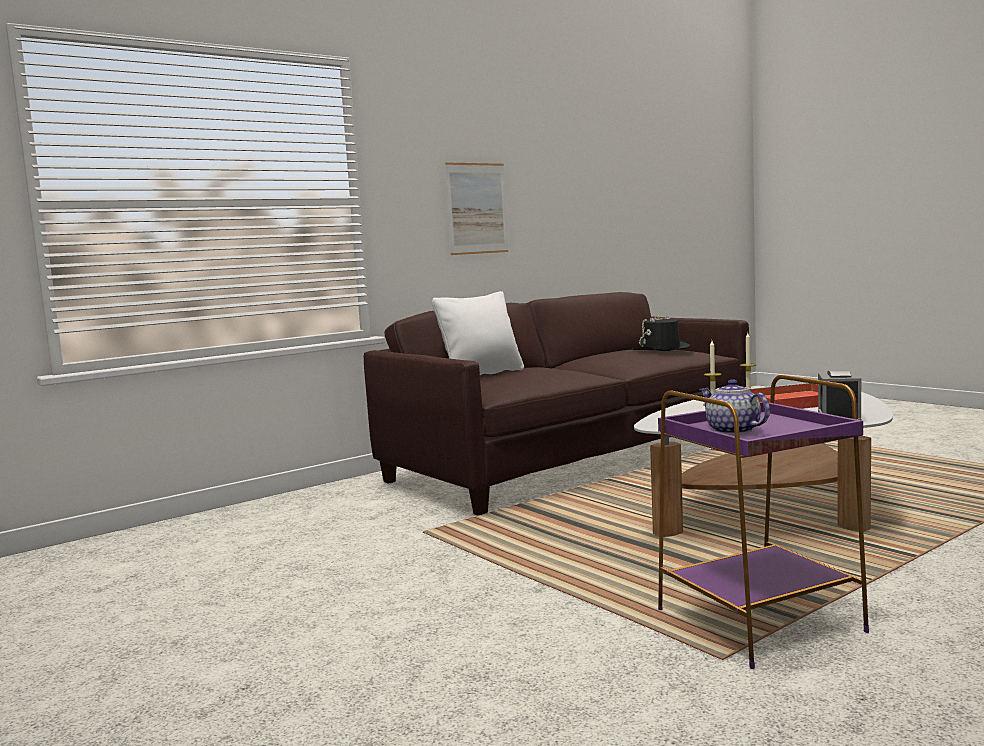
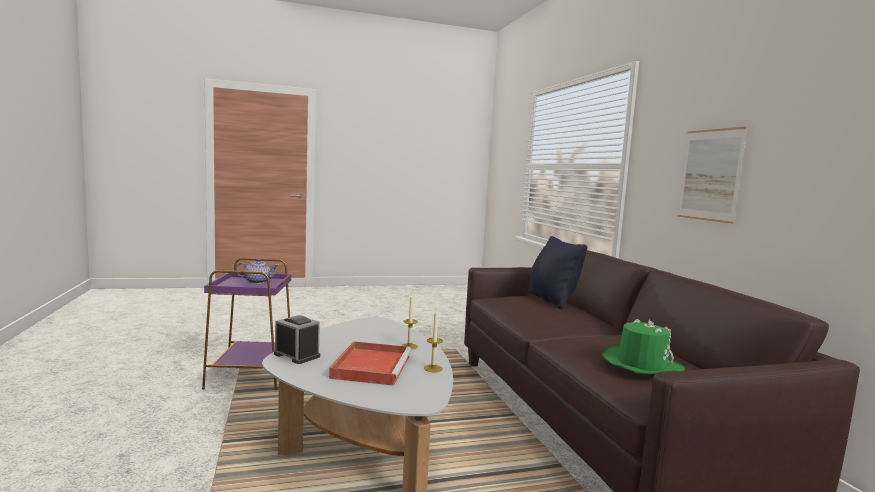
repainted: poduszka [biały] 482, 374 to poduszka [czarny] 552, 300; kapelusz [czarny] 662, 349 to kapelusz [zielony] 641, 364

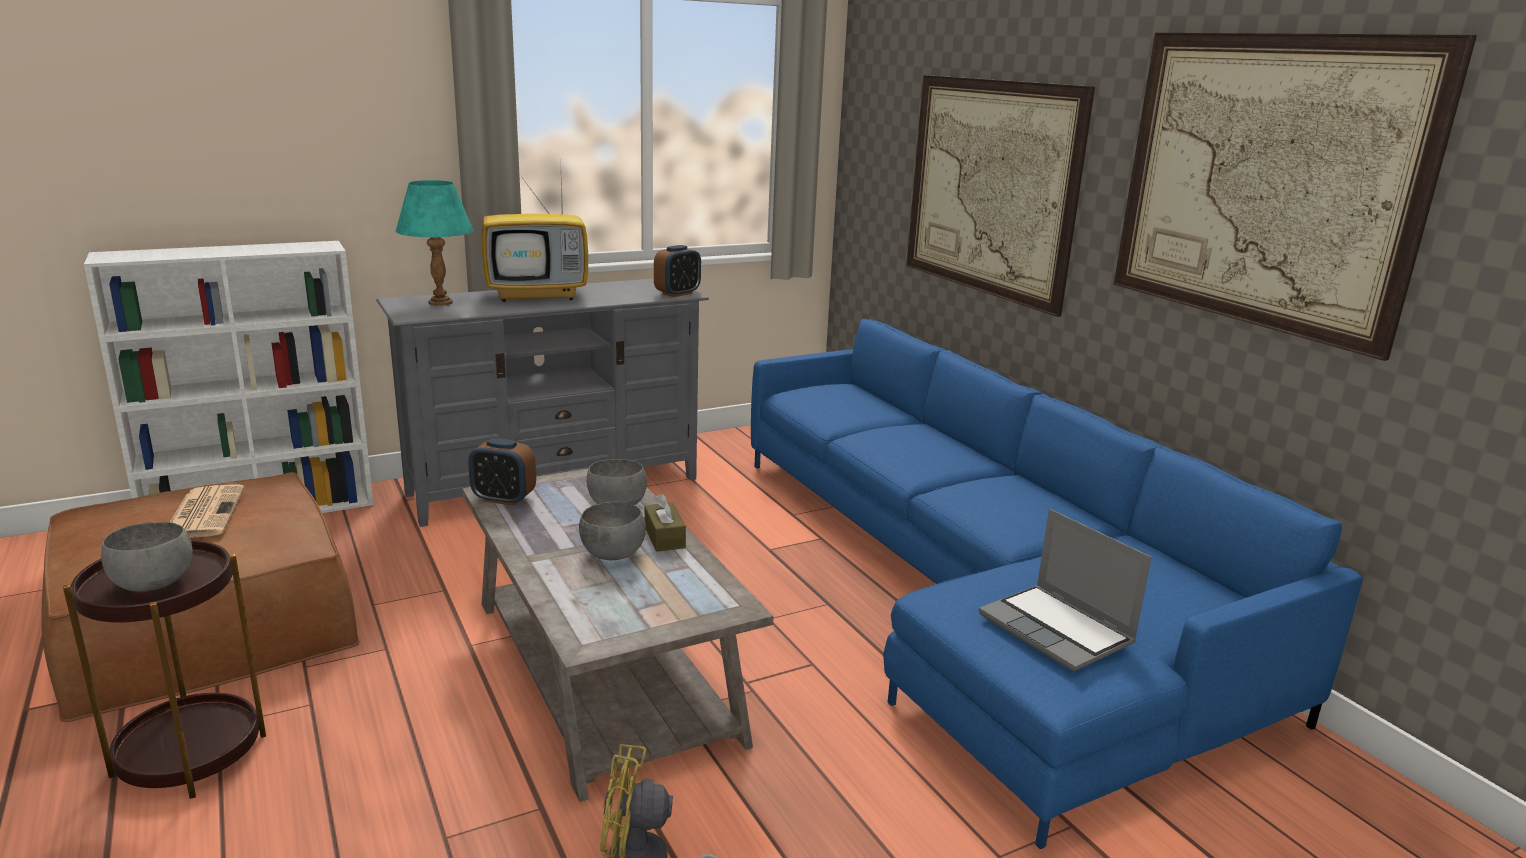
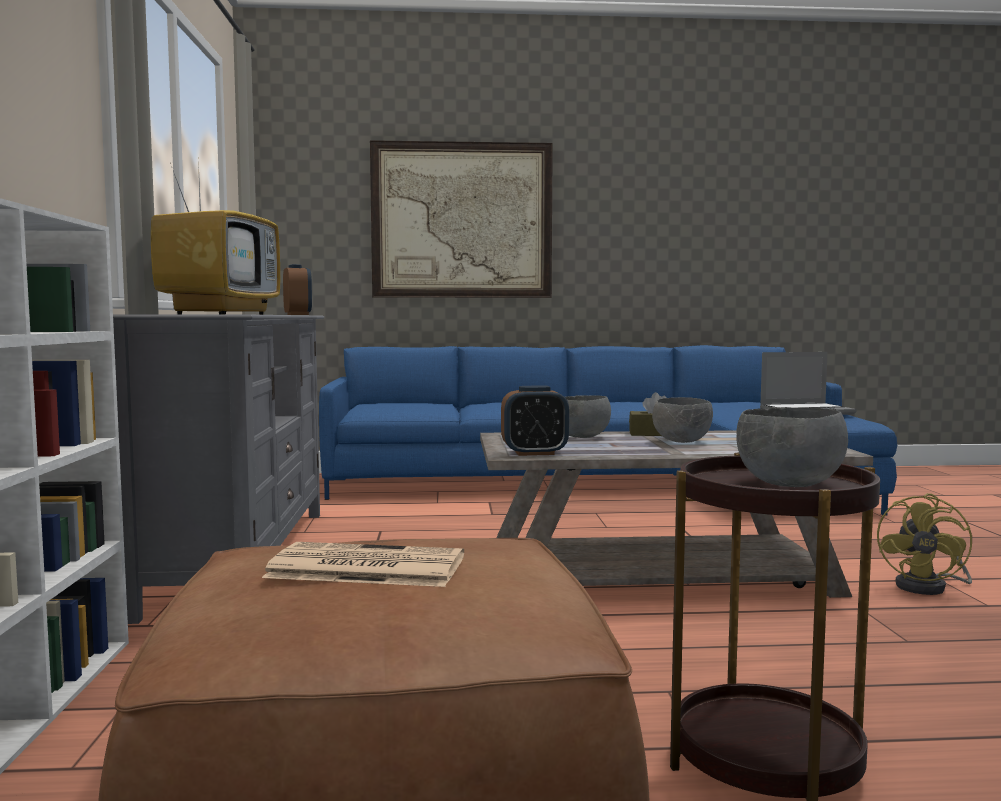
gone: obraz 1264, 182; lampa stołowa [turkusowy] 440, 302
rotated: budzik 503, 499 = 534, 453 45 degrees clockwise

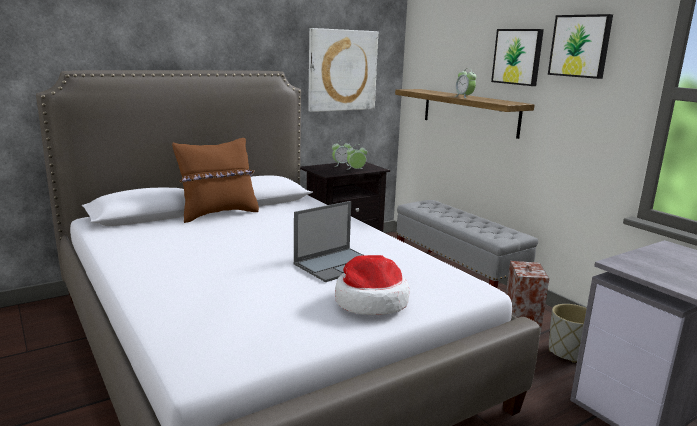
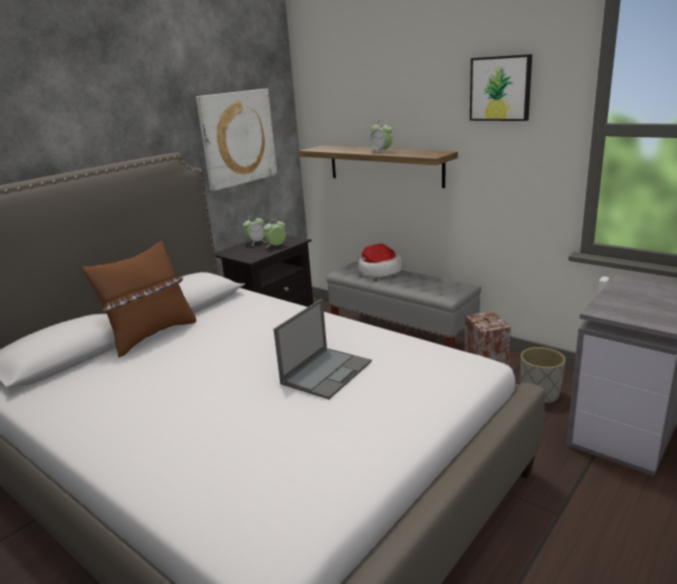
gone: obraz 518, 57
shifted: kapelusz 370, 301 to 379, 271

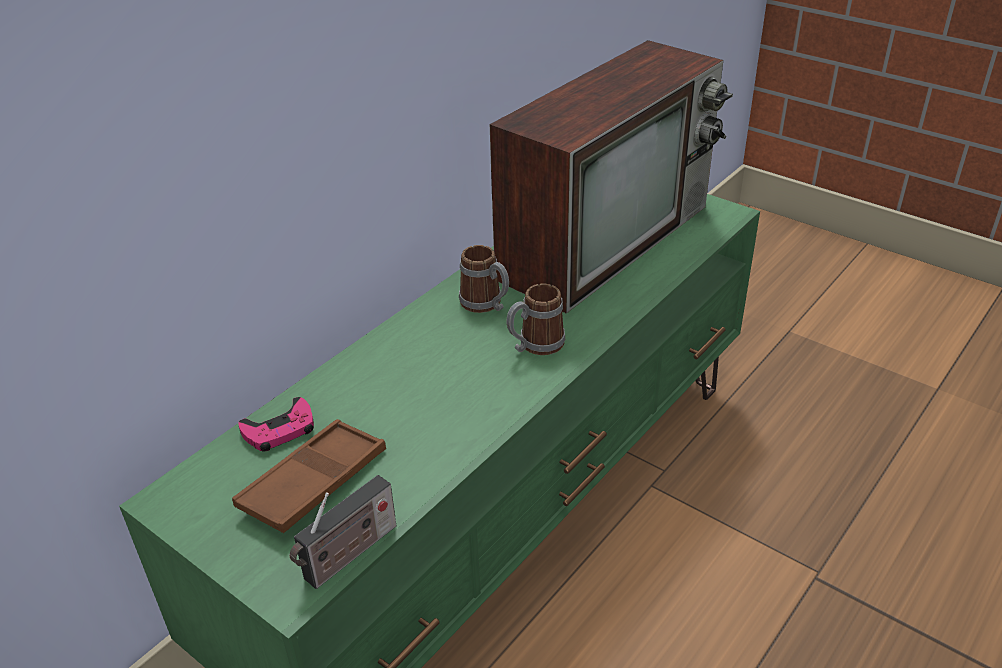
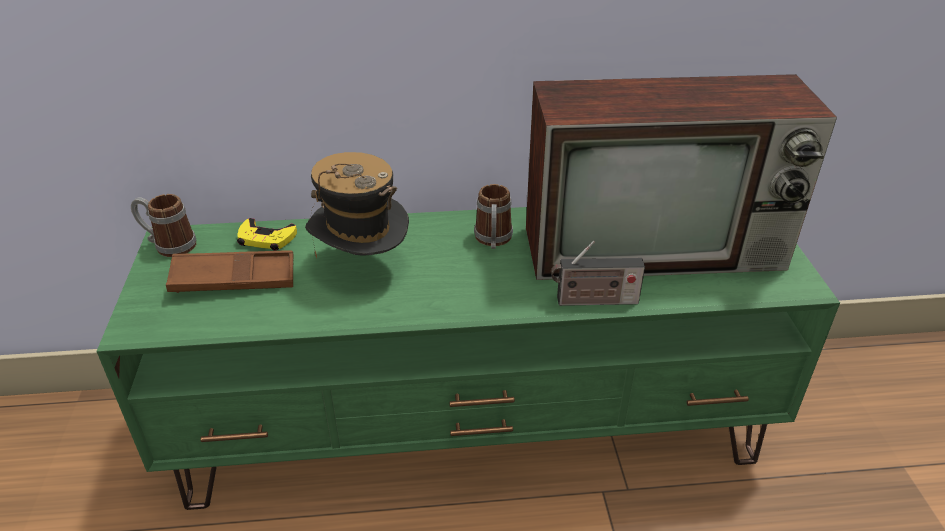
new: kapelusz 362, 267
shifted: kubek 535, 346 to 169, 245; radio 348, 556 to 593, 301
repainted: pad do gier [różowy] 280, 430 to pad do gier [żółty] 266, 239

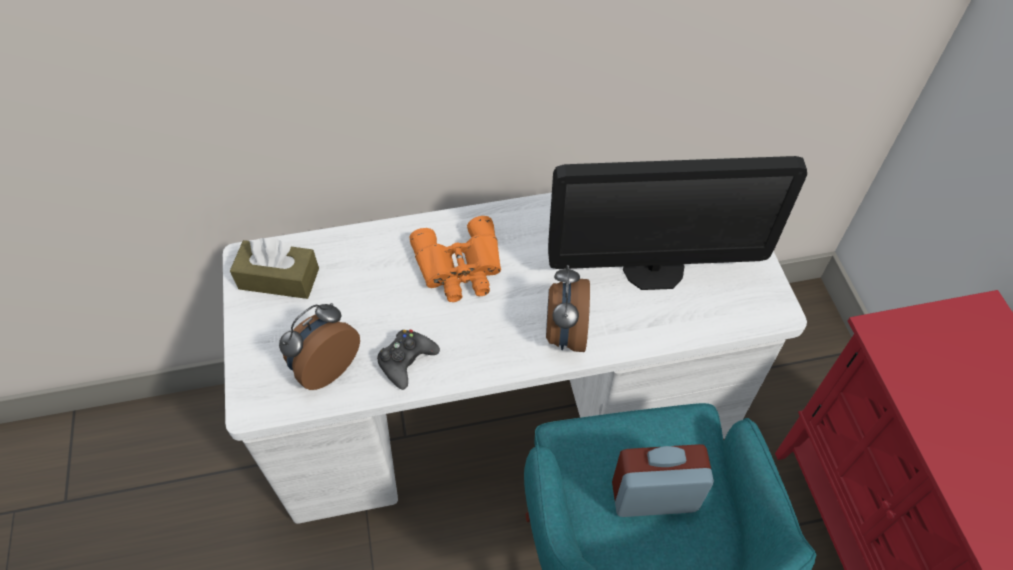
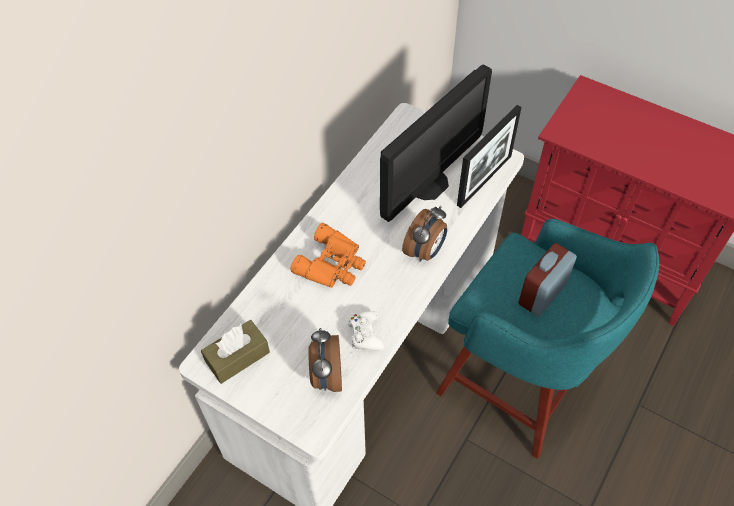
new: ramka na zdjęcie 484, 180
repainted: pad do gier [czarny] 406, 361 to pad do gier [biały] 365, 334
rotated: budzik 565, 333 = 425, 251 105 degrees counterclockwise

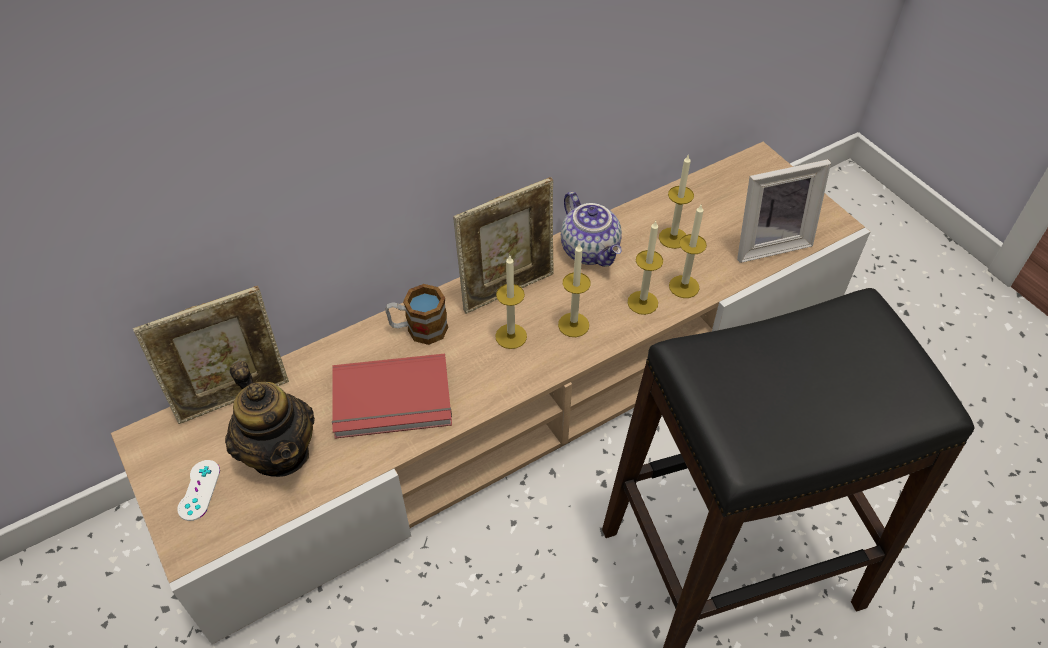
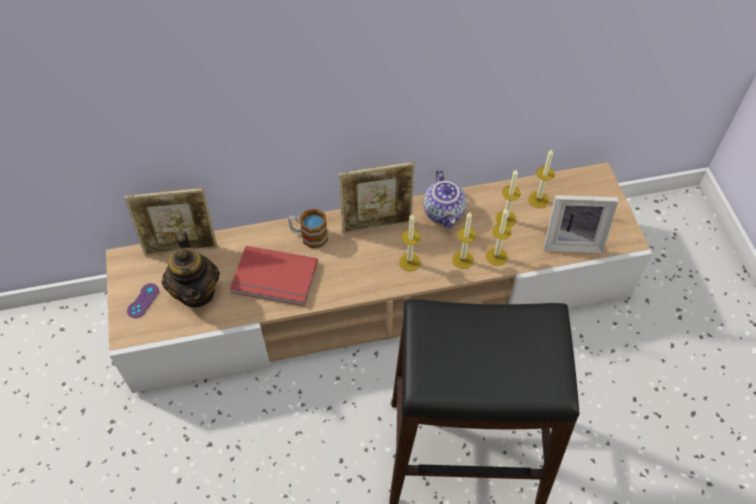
shifted: świeca 511, 336 to 538, 200
repainted: pad do gier [biały] 199, 490 to pad do gier [fioletowy] 143, 300

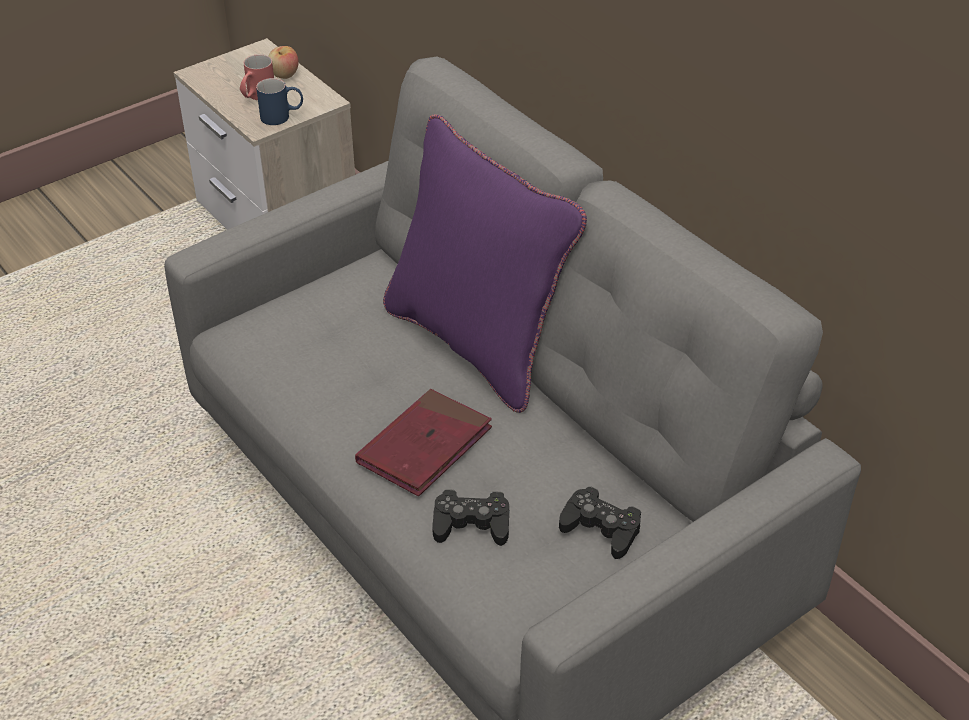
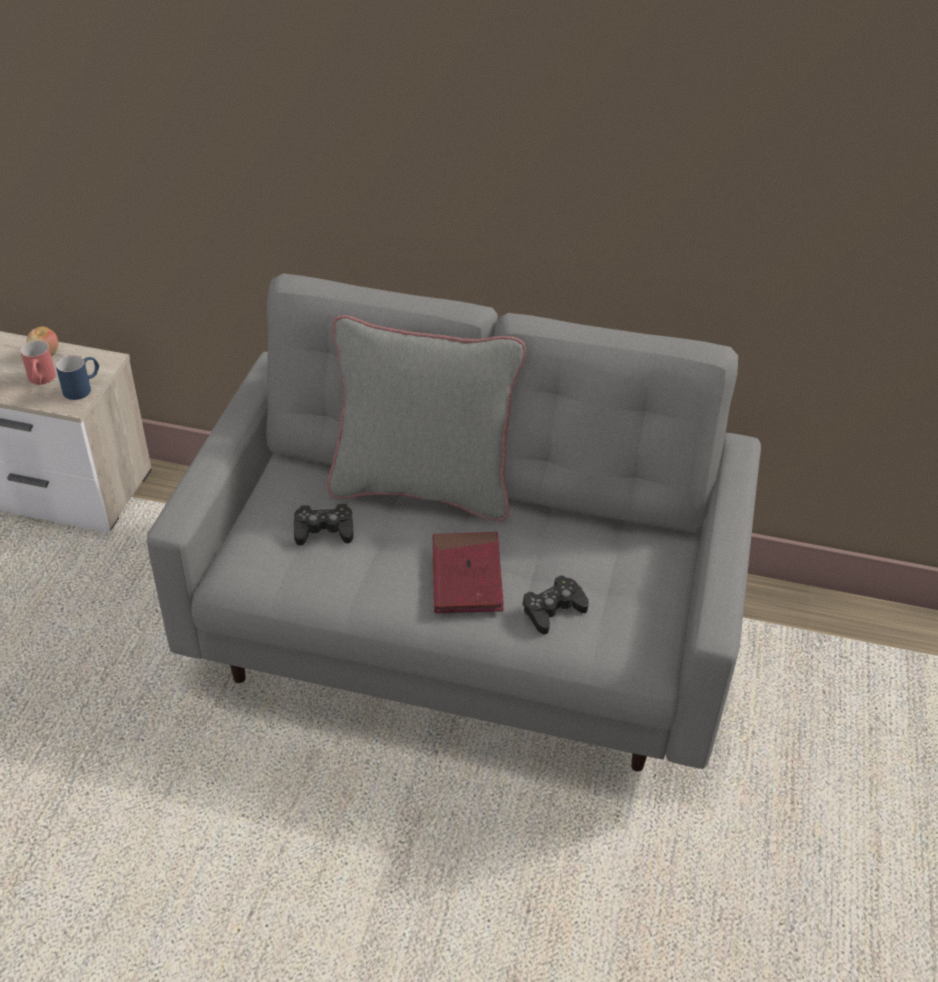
shifted: pad do gier [czarny] 601, 528 to 324, 530
repainted: poduszka [fioletowy] 476, 343 to poduszka [szary] 422, 488

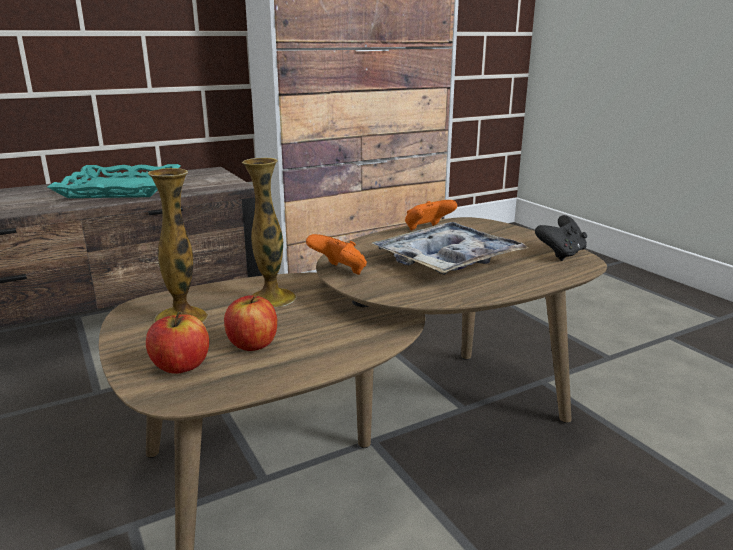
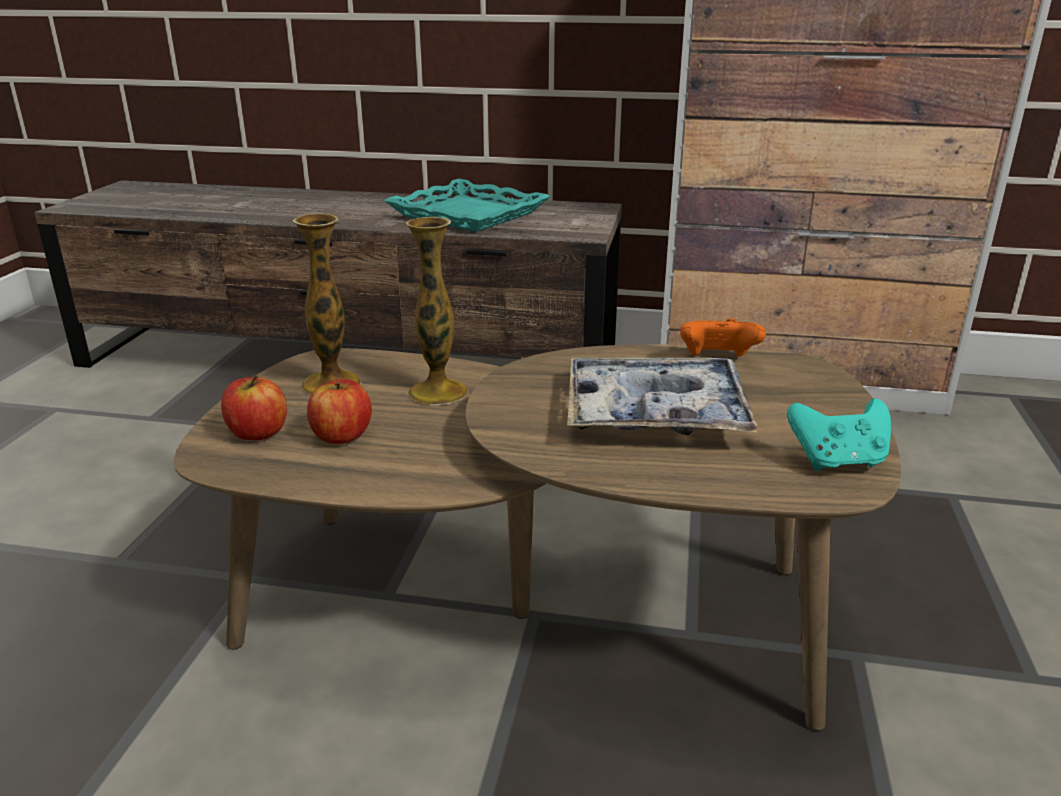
gone: pad do gier [pomarańczowy] 339, 272
repainted: pad do gier [czarny] 561, 254 to pad do gier [turkusowy] 838, 461

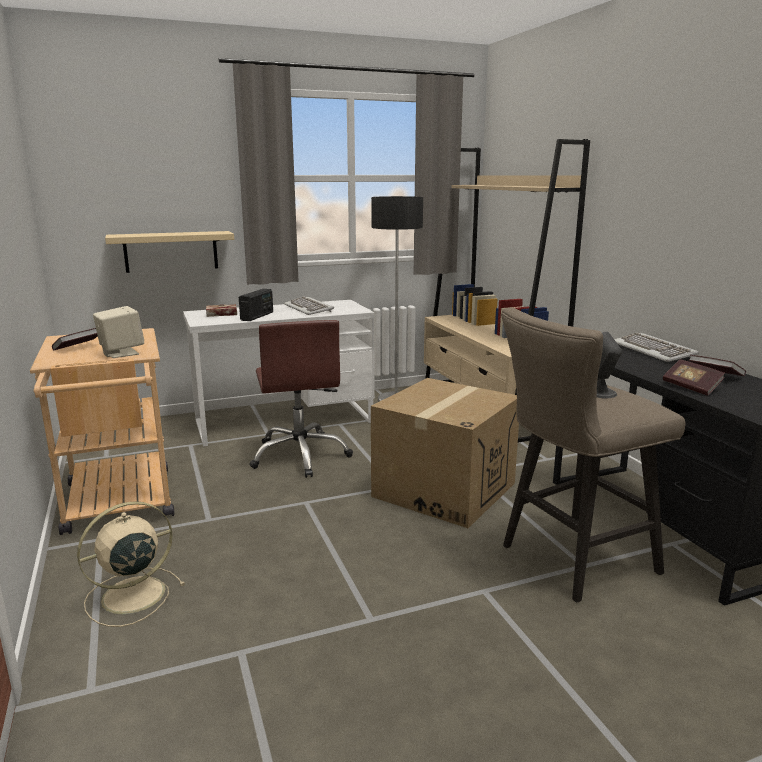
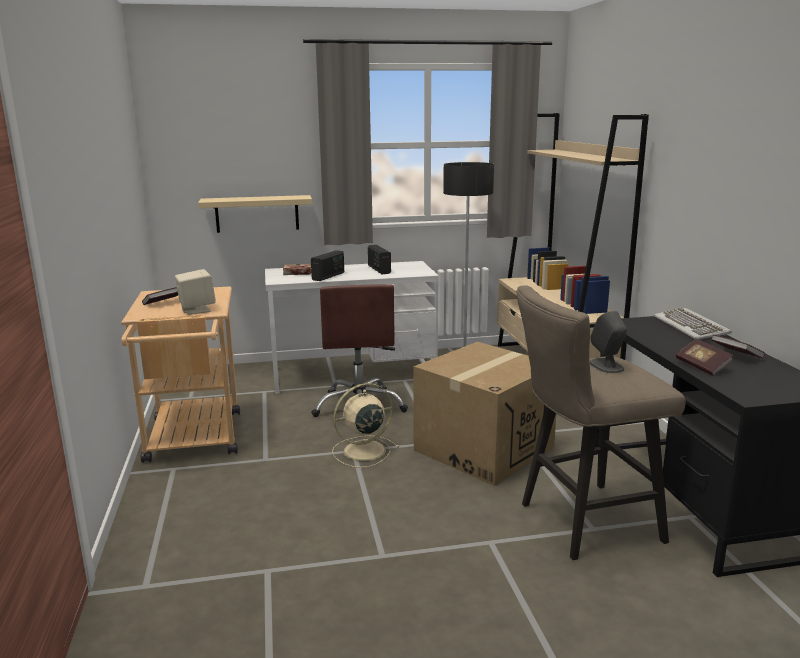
shifted: wentylator [beżowy] 130, 596 to 362, 451
swapped: klawiatura 309, 308 to radio 379, 269

